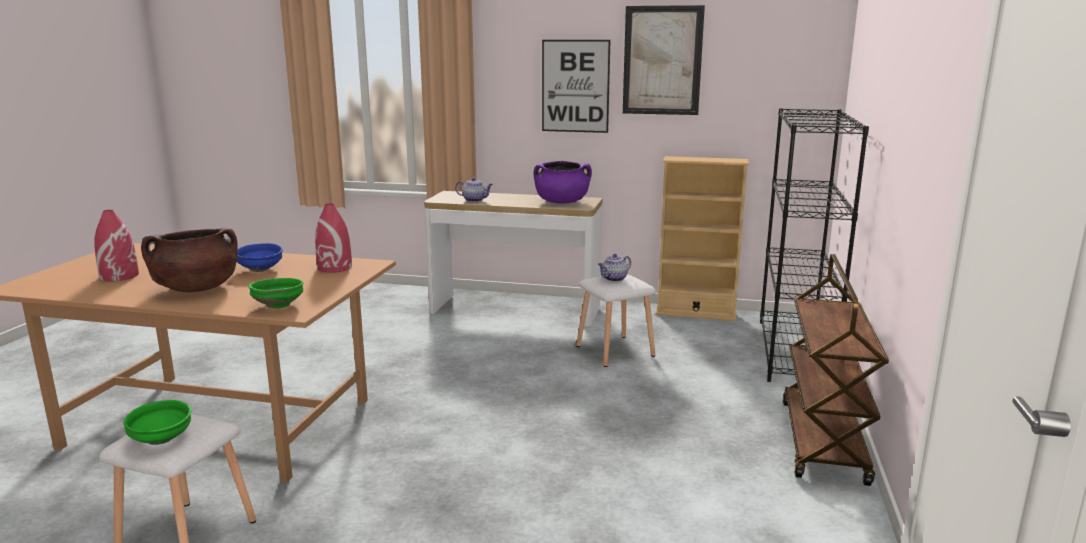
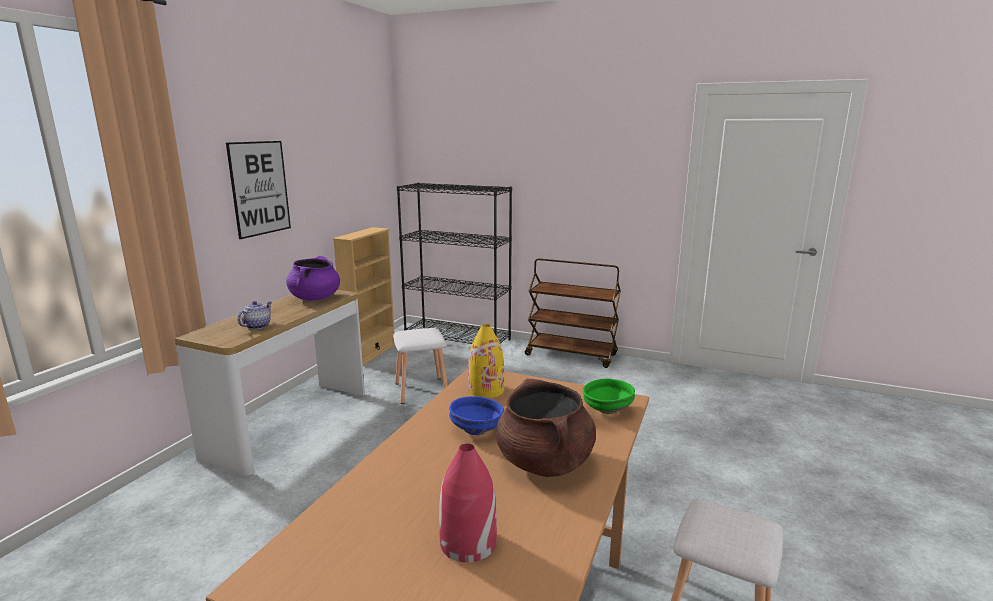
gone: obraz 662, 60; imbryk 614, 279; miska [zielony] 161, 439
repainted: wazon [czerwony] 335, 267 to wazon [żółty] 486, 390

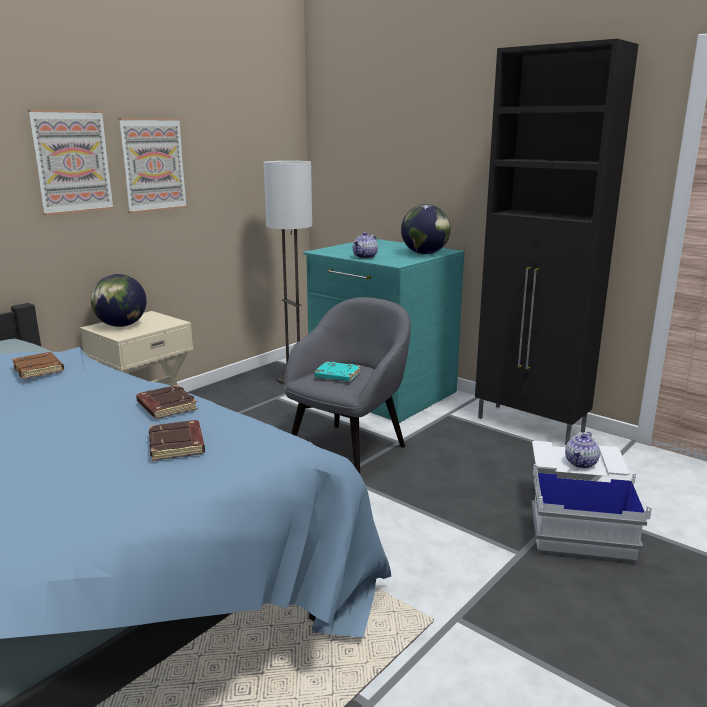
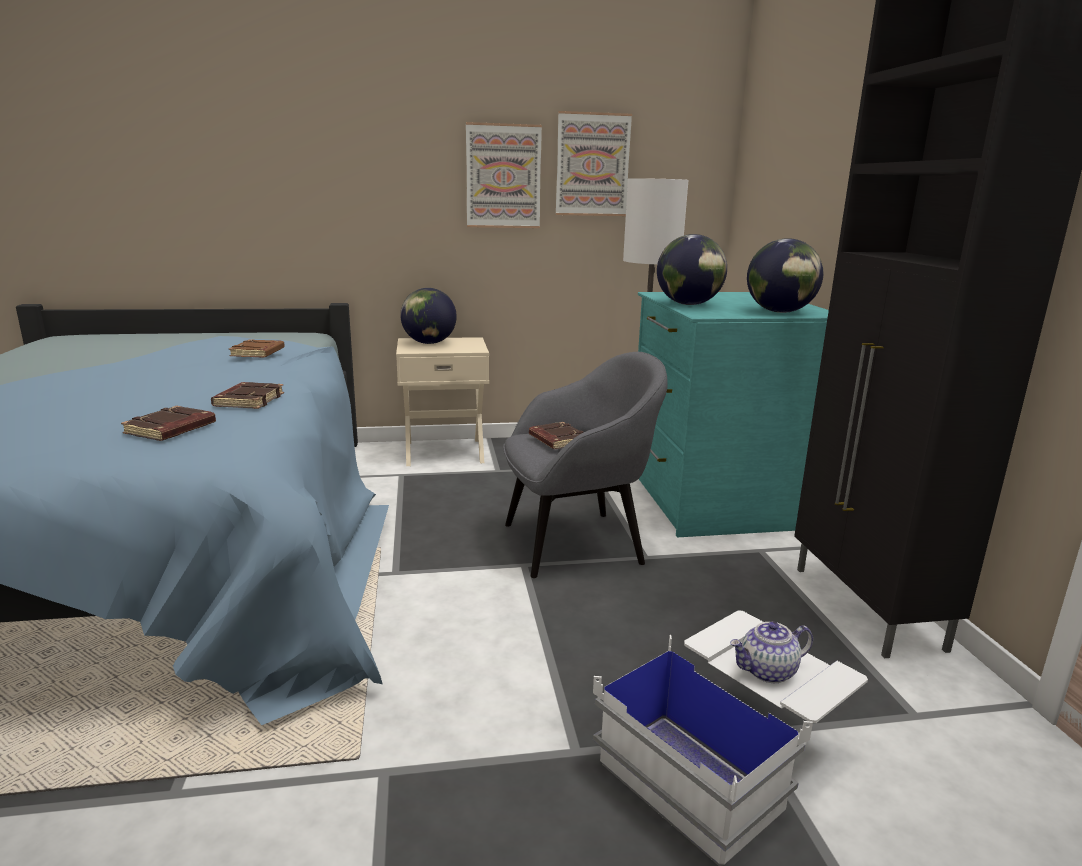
shifted: obraz 72, 162 to 592, 165
swapped: imbryk 365, 257 to globus 689, 304
repainted: książka [turkusowy] 337, 375 to książka [brązowy] 557, 440

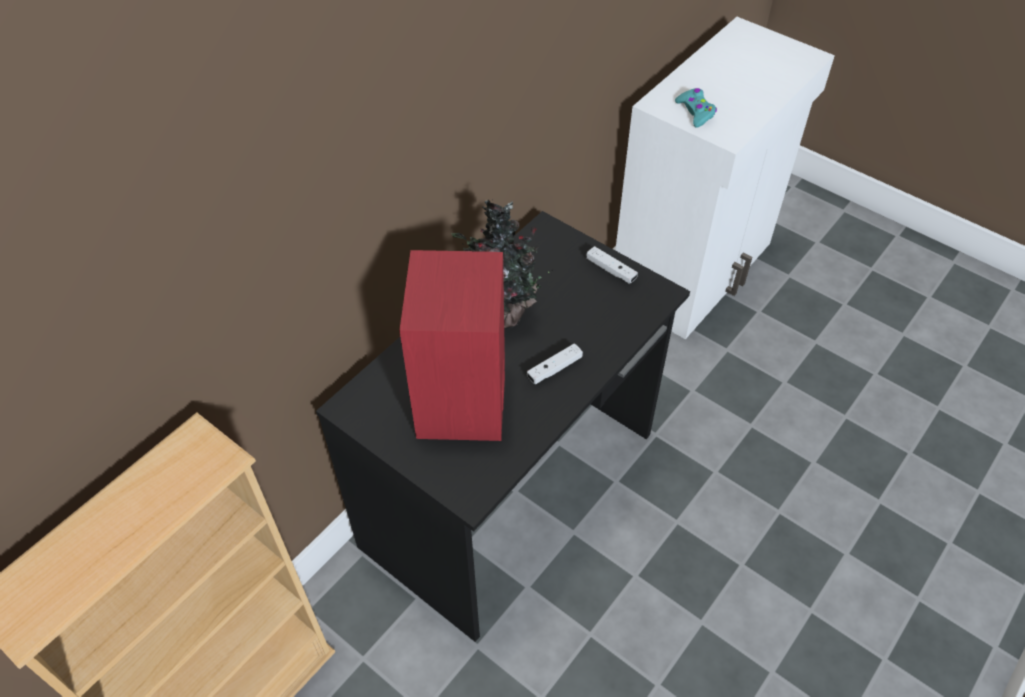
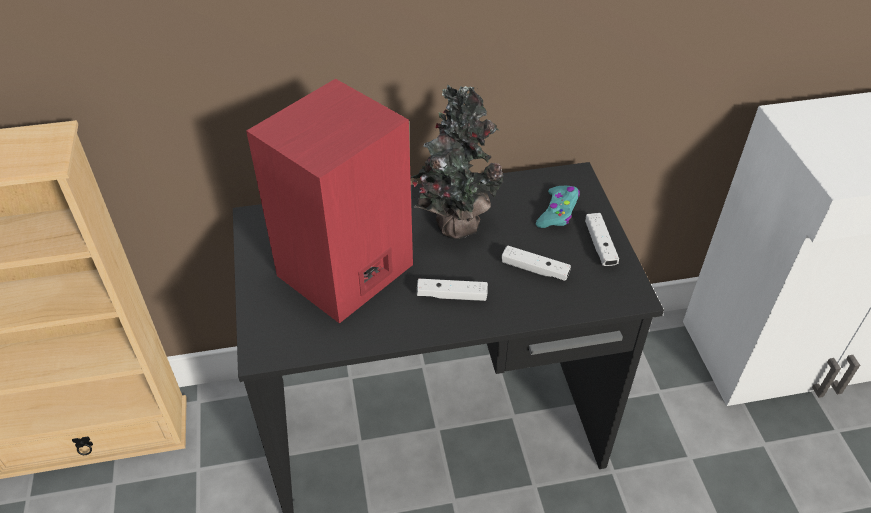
new: pad do gier [biały] 534, 269
shifted: pad do gier [turkusowy] 695, 112 to 558, 212

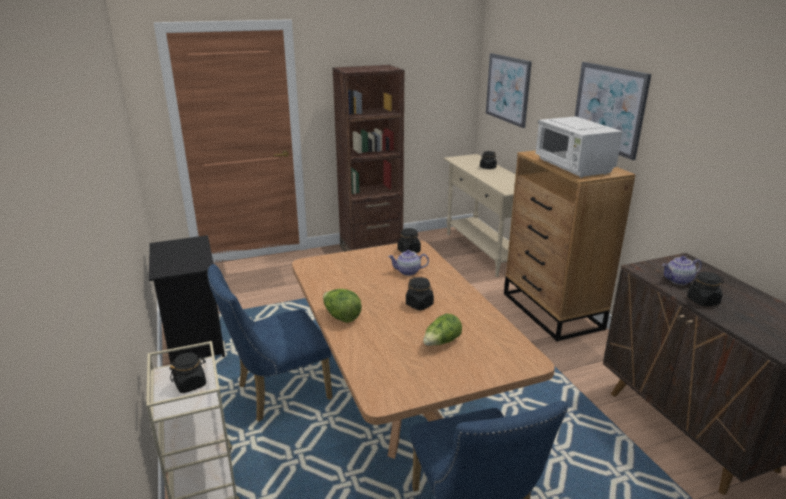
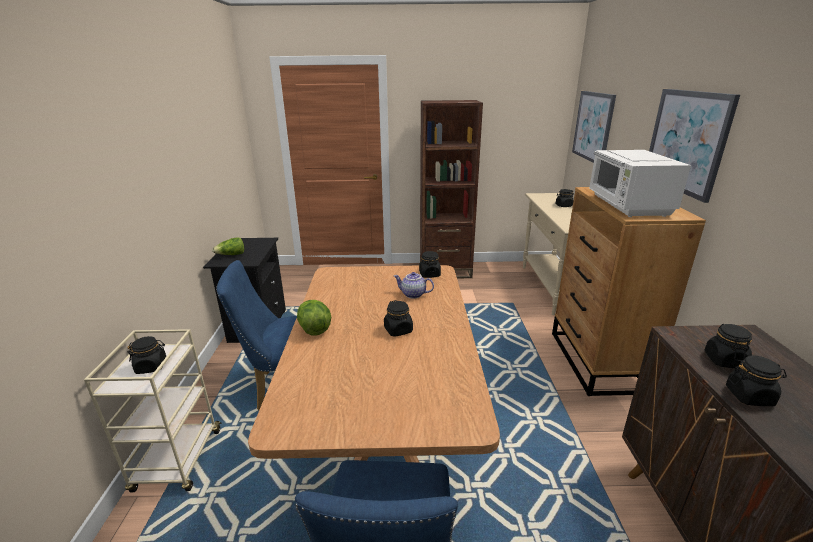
shifted: sałata 441, 342 to 231, 255
swapped: imbryk 678, 281 to słoik [czarny] 724, 360

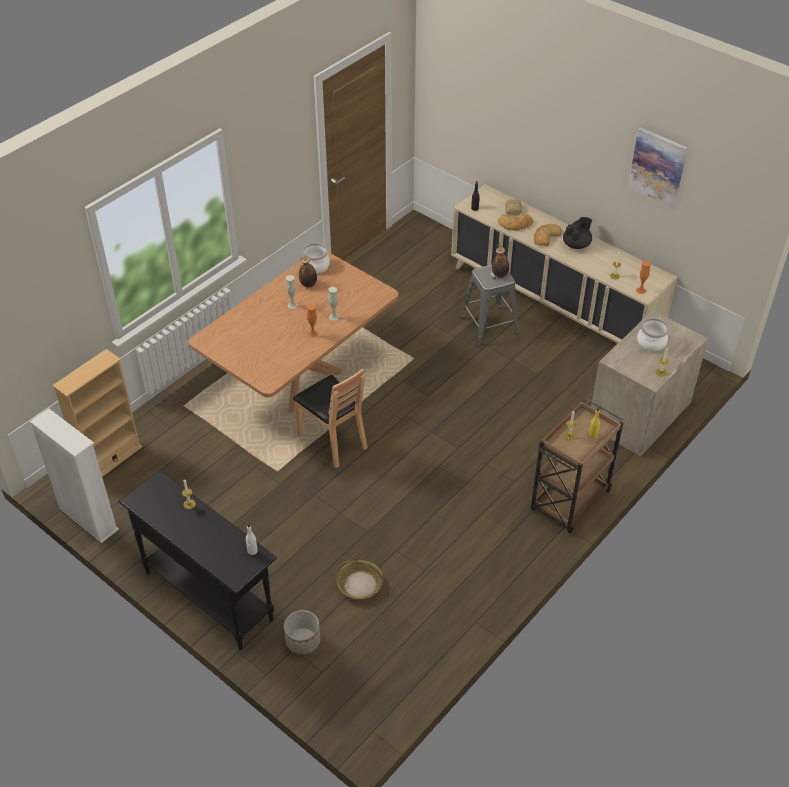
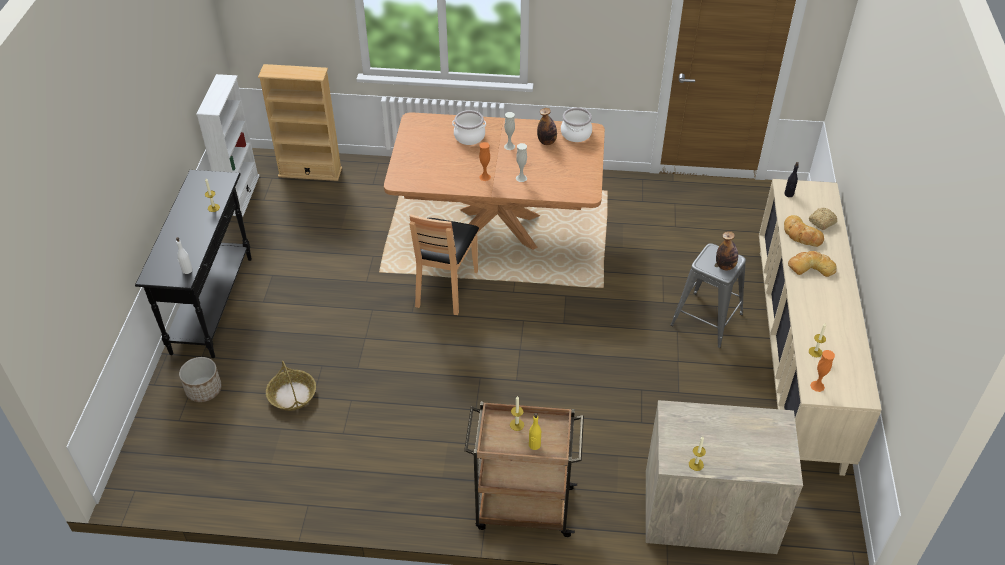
gone: obraz 657, 167; imbryk [czarny] 576, 244
shifted: garnek 651, 342 to 469, 136

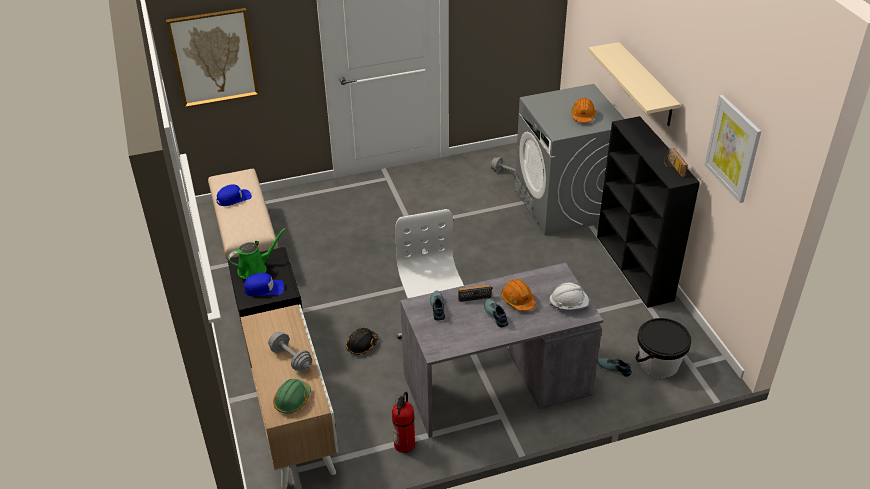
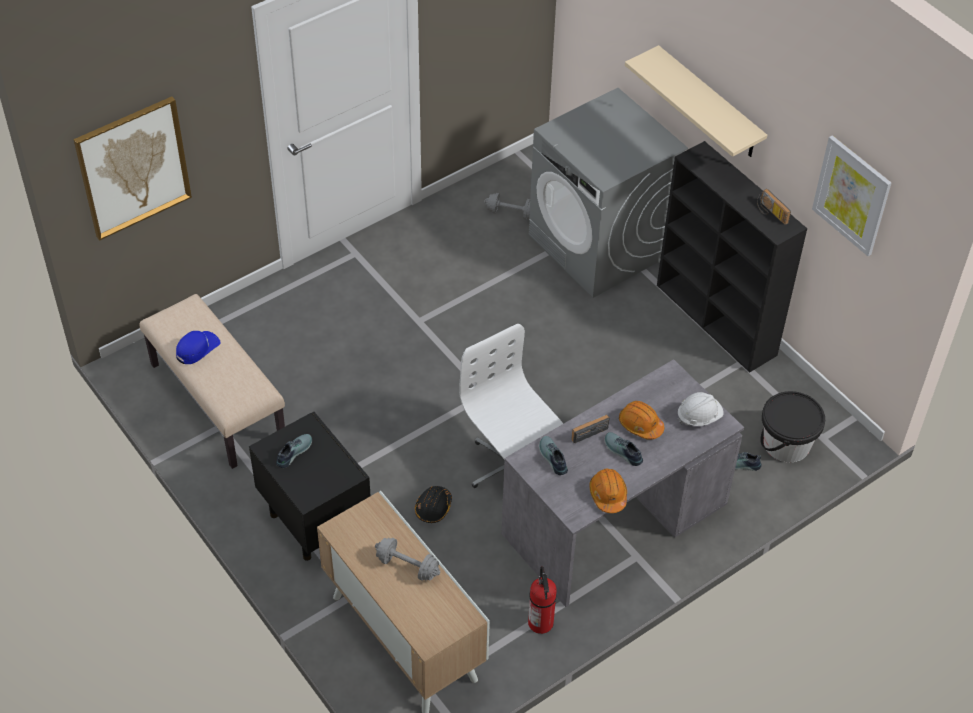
gone: czapka z daszkiem [niebieski] 264, 288; kask [zielony] 292, 400
shifted: kask [pomarańczowy] 582, 116 to 608, 494
swapped: konewka [zielony] 255, 269 to but 293, 452

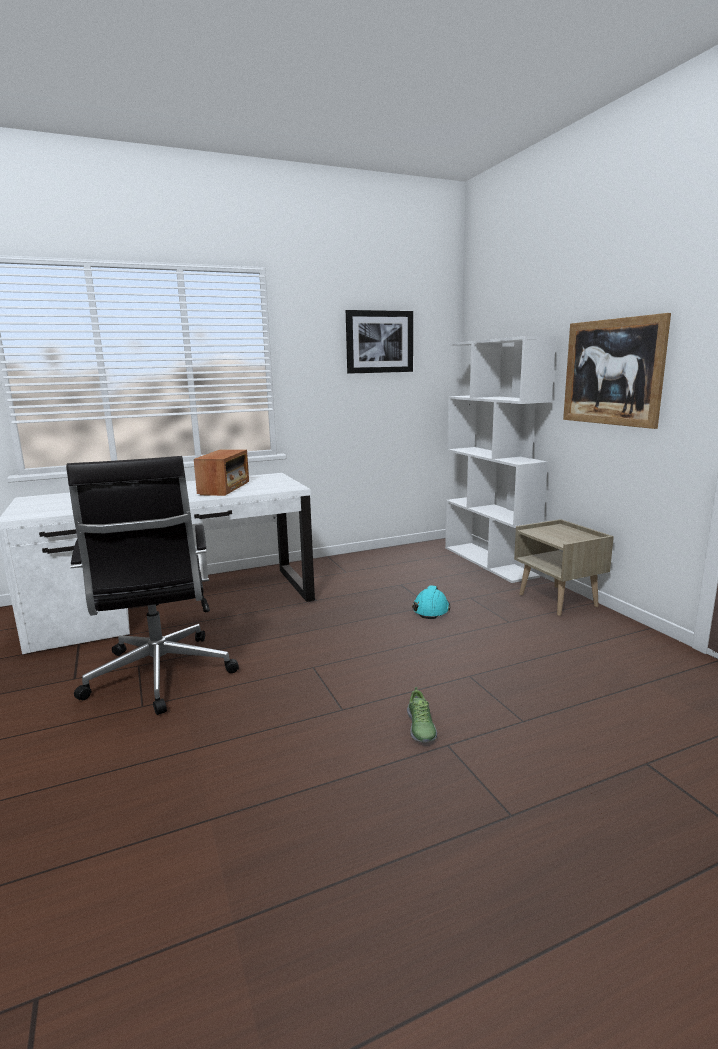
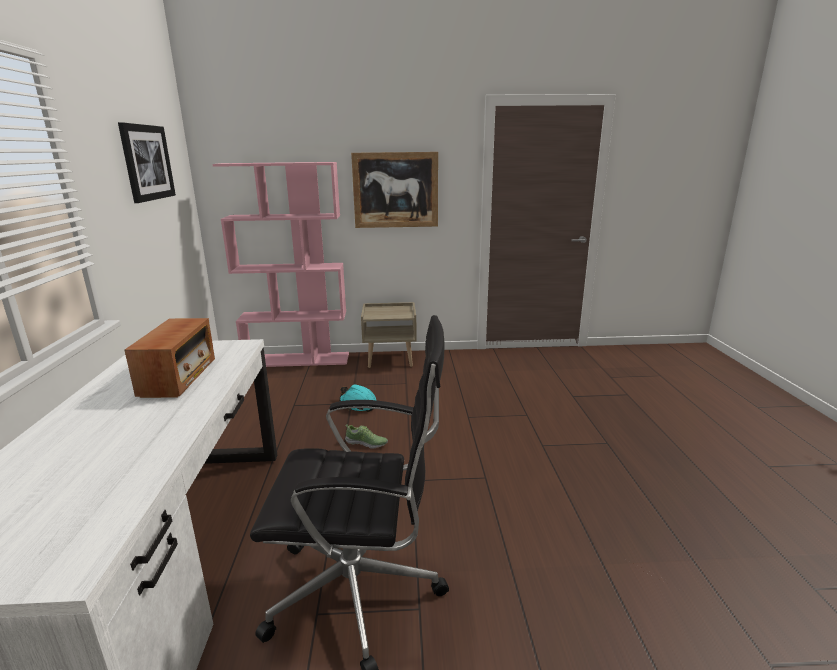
shifted: but 420, 727 to 366, 443
repainted: regał [biały] 490, 561 to regał [różowy] 298, 360
rotated: radio 224, 489 = 179, 378 60 degrees clockwise

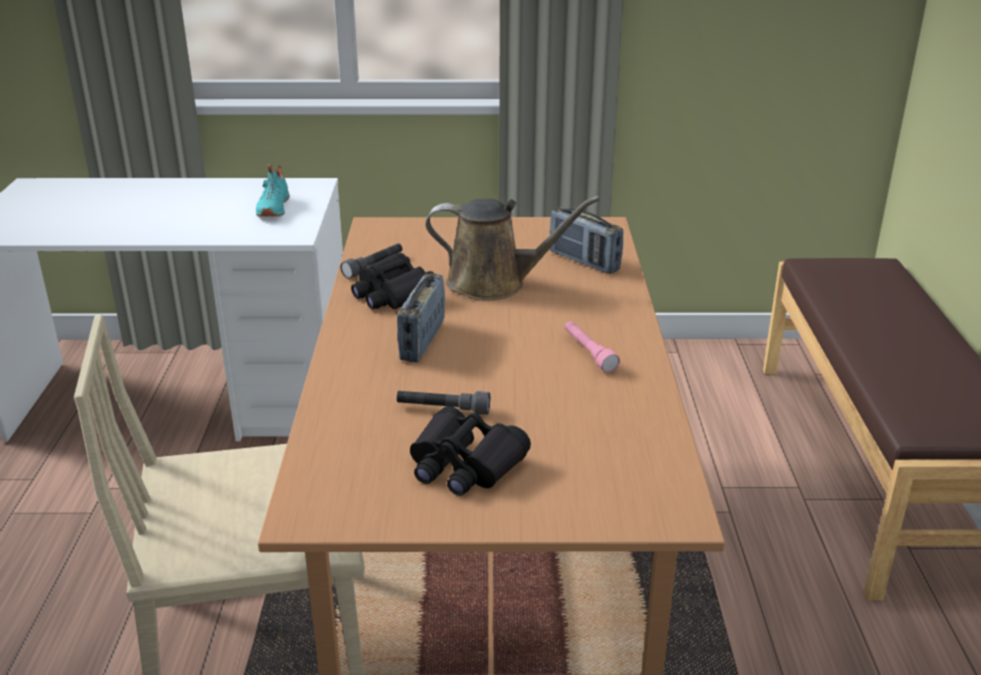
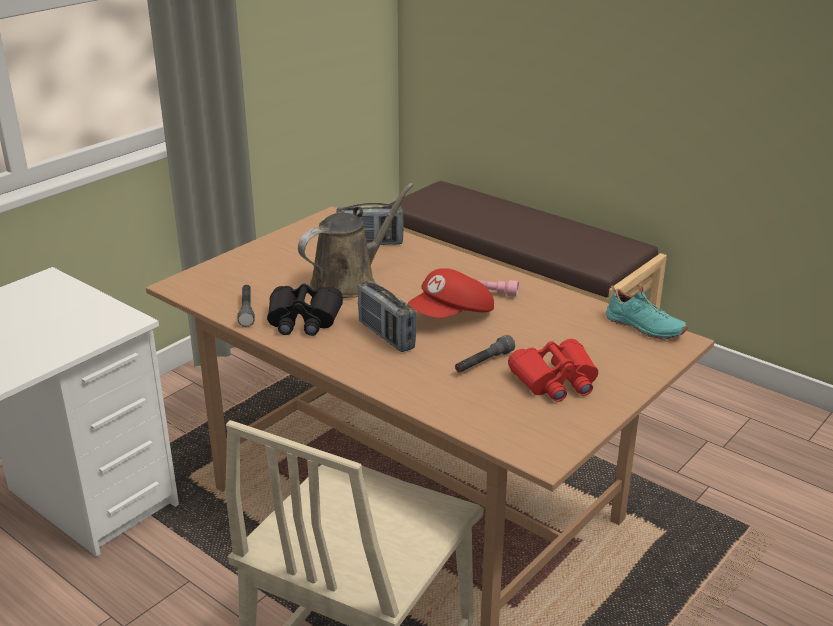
new: czapka z daszkiem [czerwony] 452, 316
shifted: but [turkusowy] 272, 208 to 643, 328
repainted: lornetka [czarny] 464, 465 to lornetka [czerwony] 555, 381

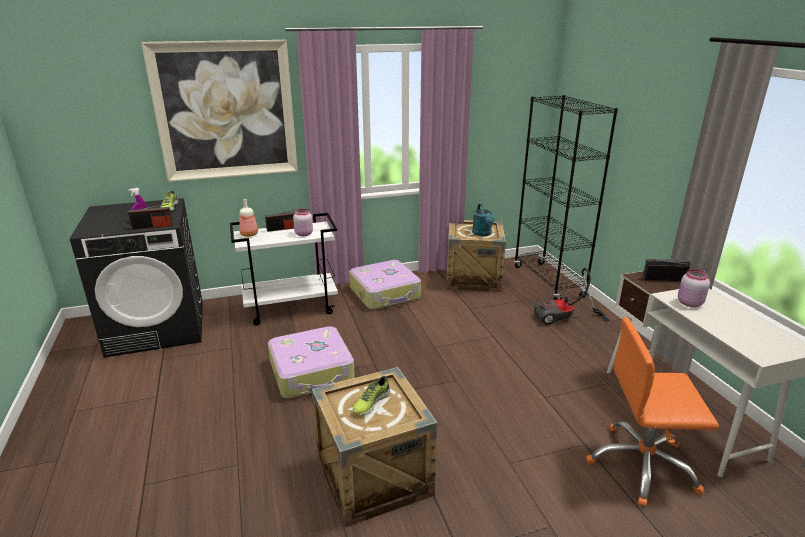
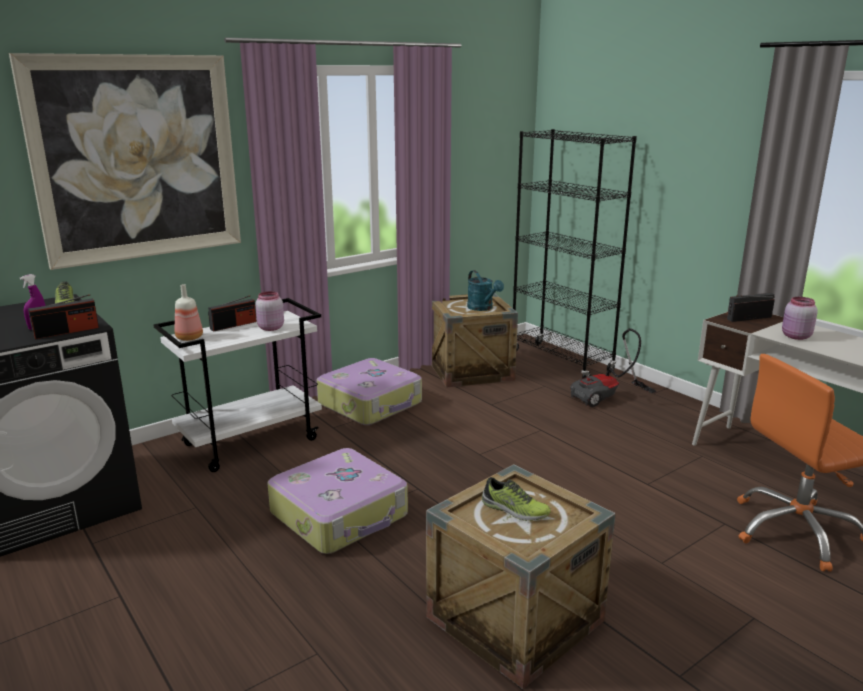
rotated: but 370, 402 = 514, 510 75 degrees counterclockwise

